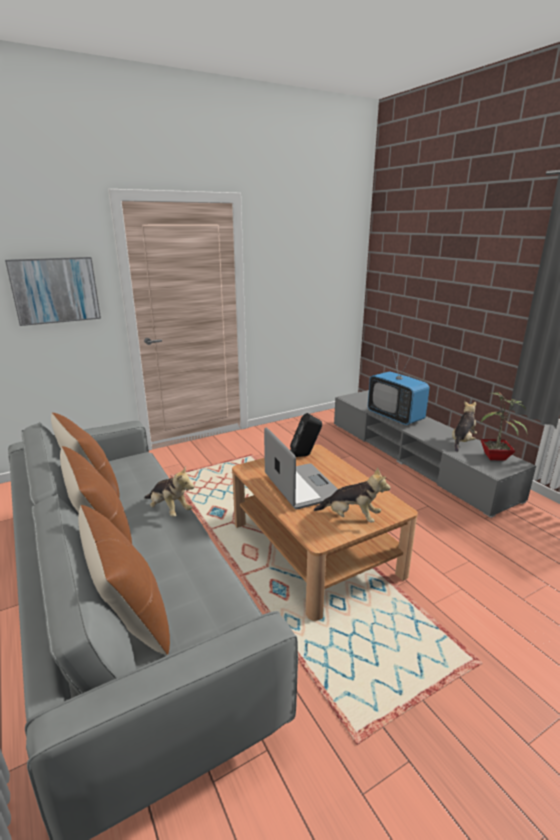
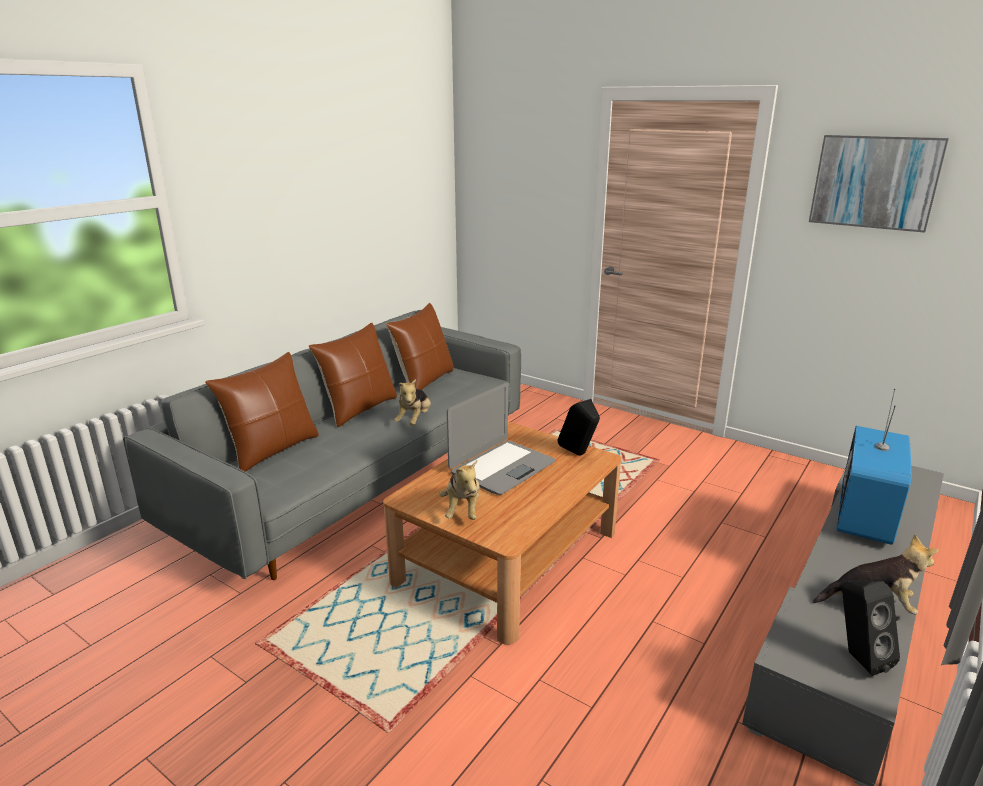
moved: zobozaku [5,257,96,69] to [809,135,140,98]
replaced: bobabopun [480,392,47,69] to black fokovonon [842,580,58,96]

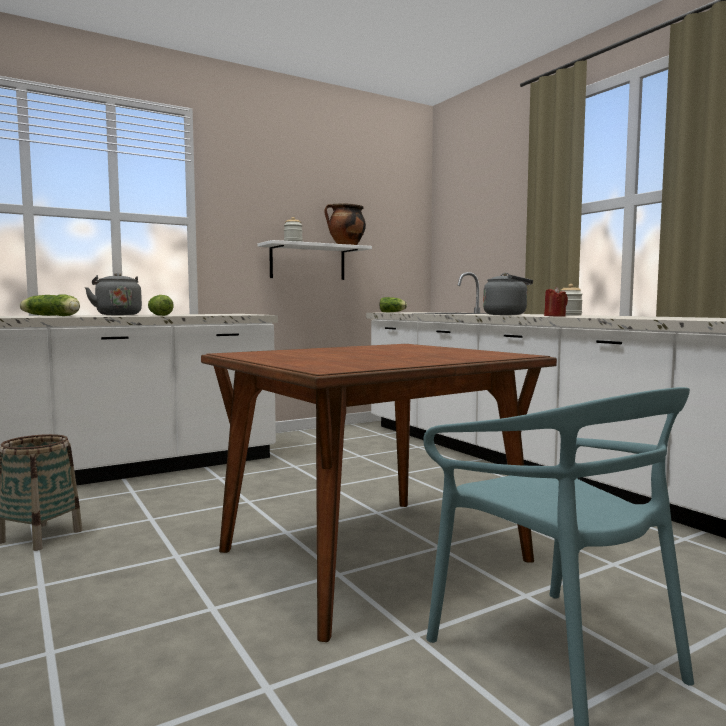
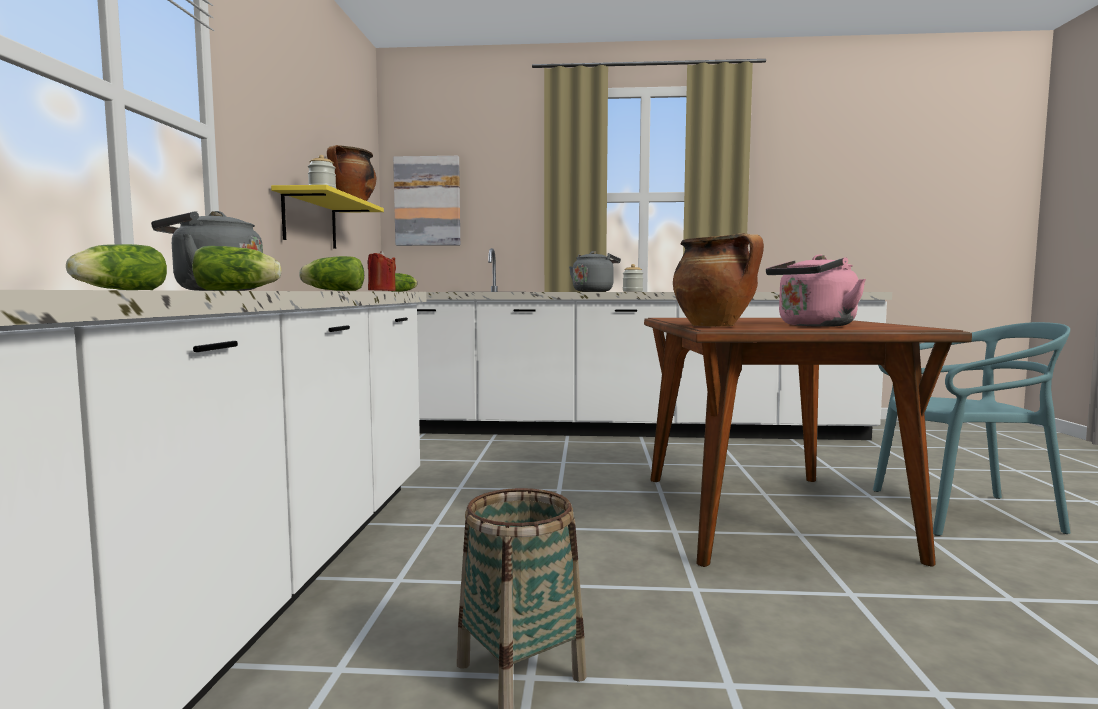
added: zobozaku [393,156,67,90]; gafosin [673,233,91,94]; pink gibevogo [766,254,100,73]
moved: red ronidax [544,287,24,30] to [367,251,29,40]
recoloured: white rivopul [258,240,114,40] to yellow rivopul [271,185,113,64]

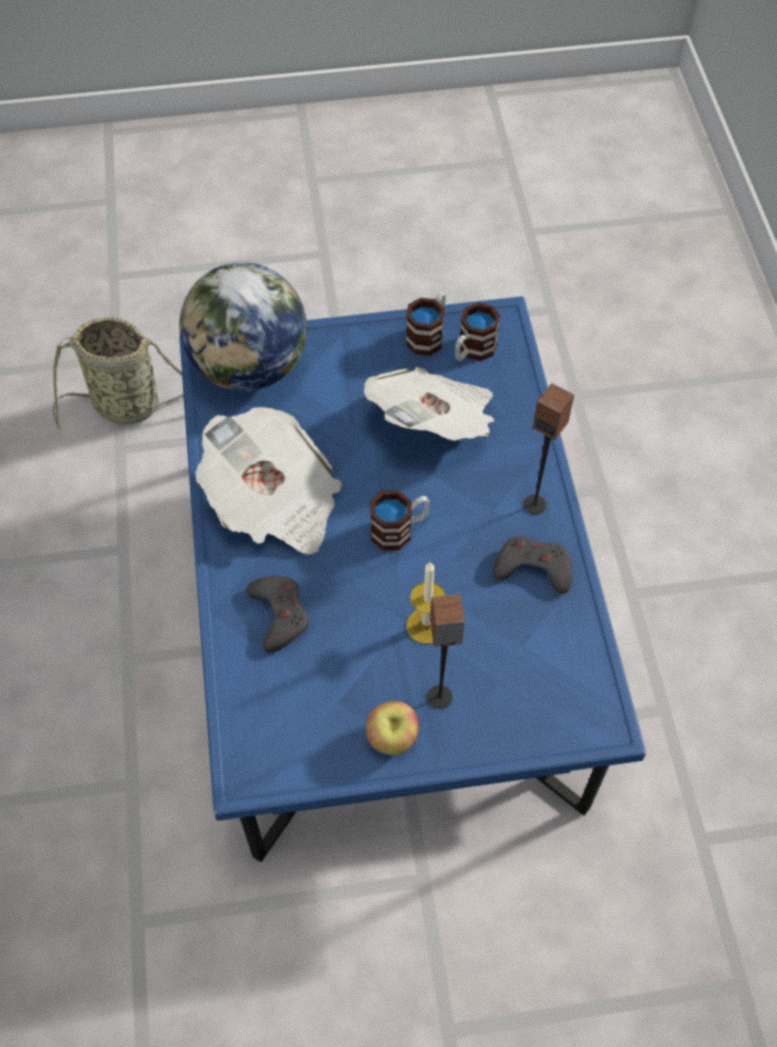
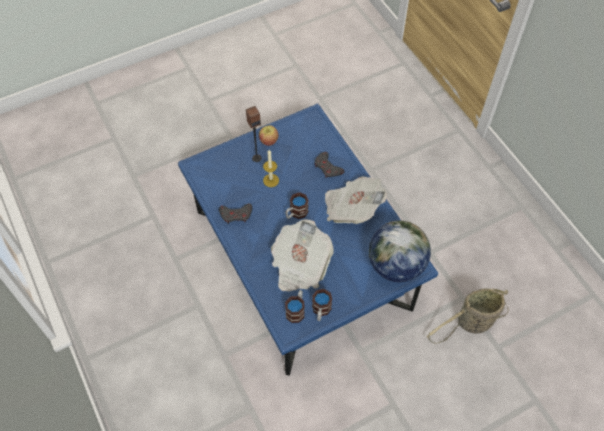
removed: fokovonon [524,383,50,131]

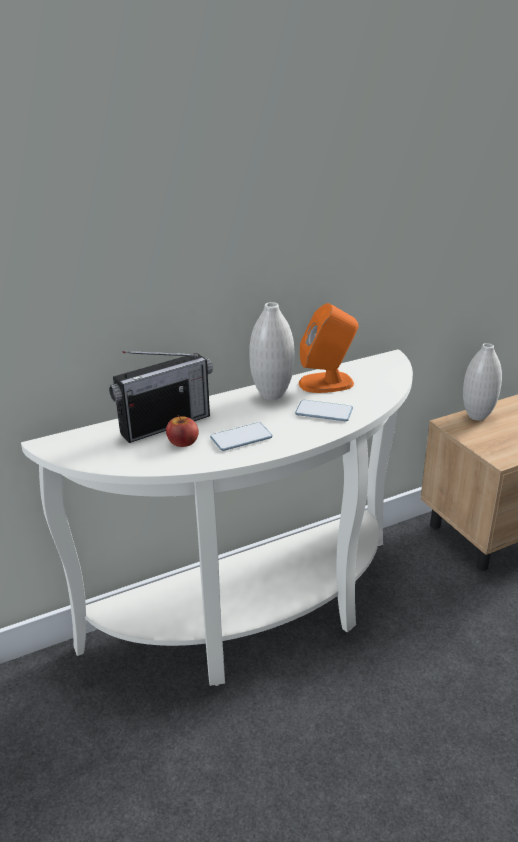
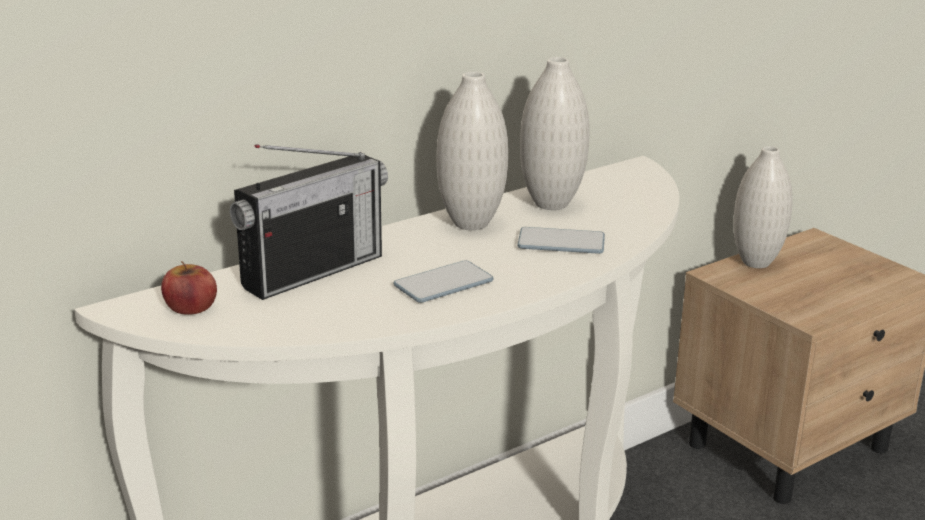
moved: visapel [166,416,33,31] to [161,261,56,54]
replaced: orange fokovonon [299,303,59,90] to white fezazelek [520,57,69,153]

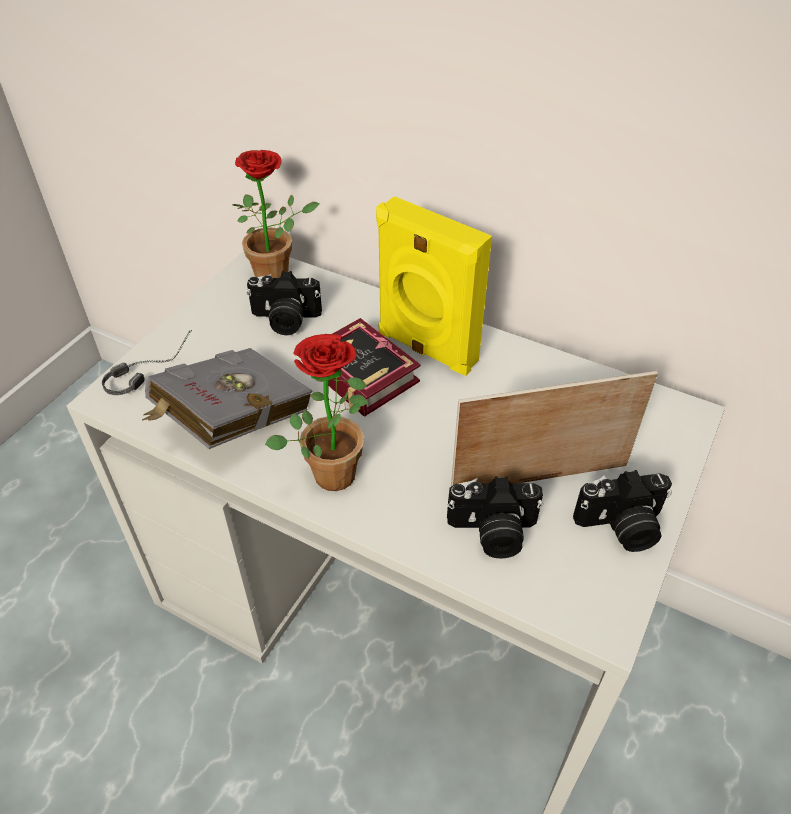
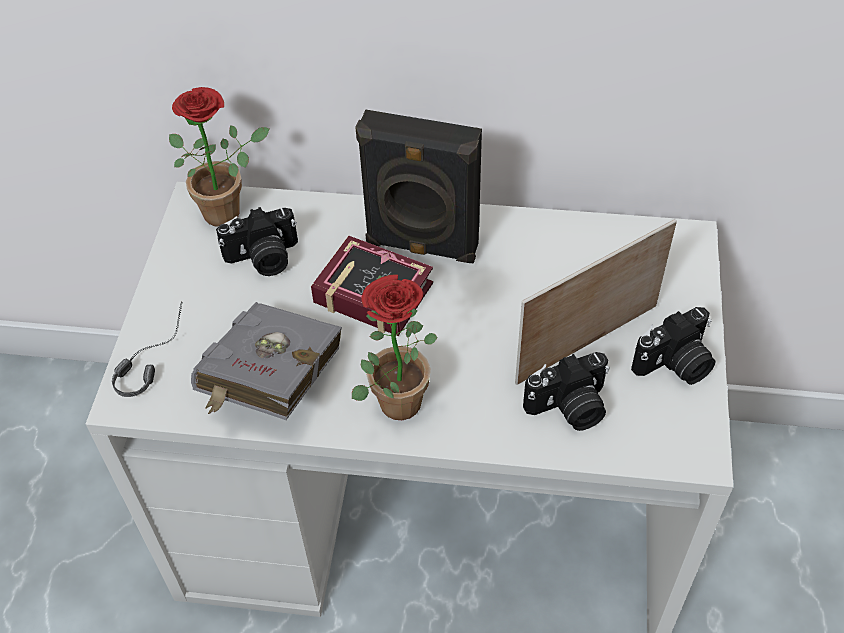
recoloured: yellow fokovonon [376,196,116,180] to black fokovonon [355,110,127,154]

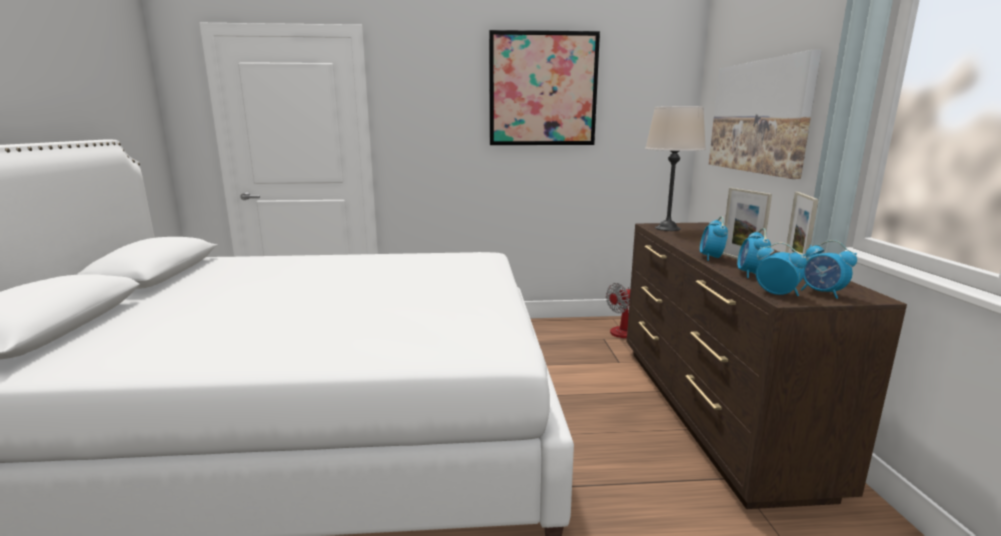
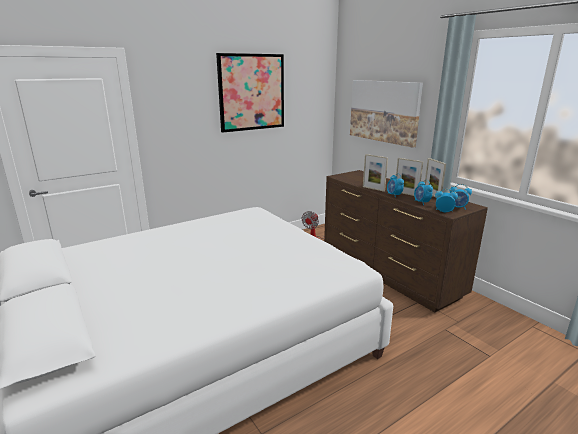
removed: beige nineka [645,106,61,125]
added: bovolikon [363,154,25,38]

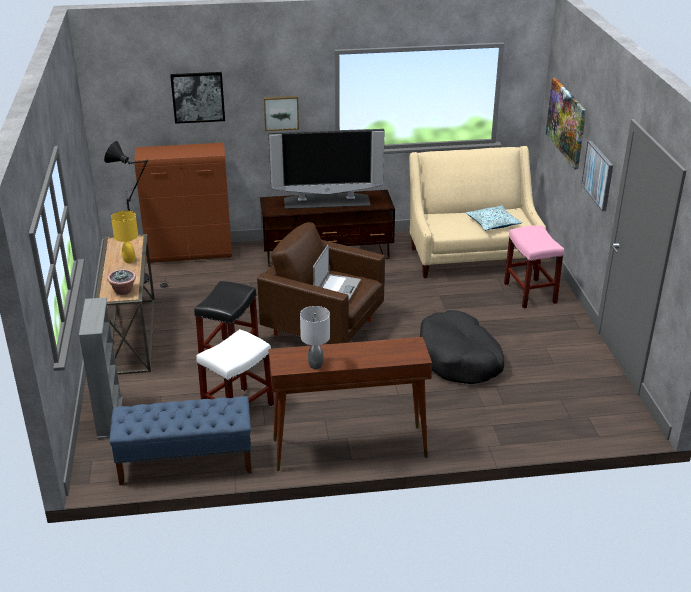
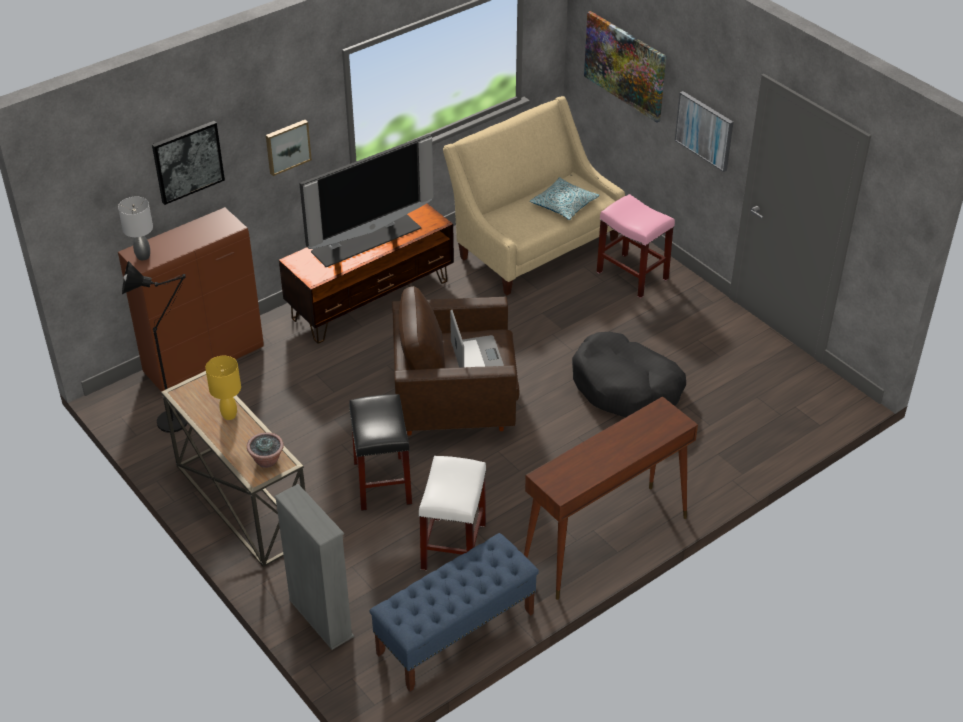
moved: grey nineka [300,306,30,63] to [118,197,35,63]

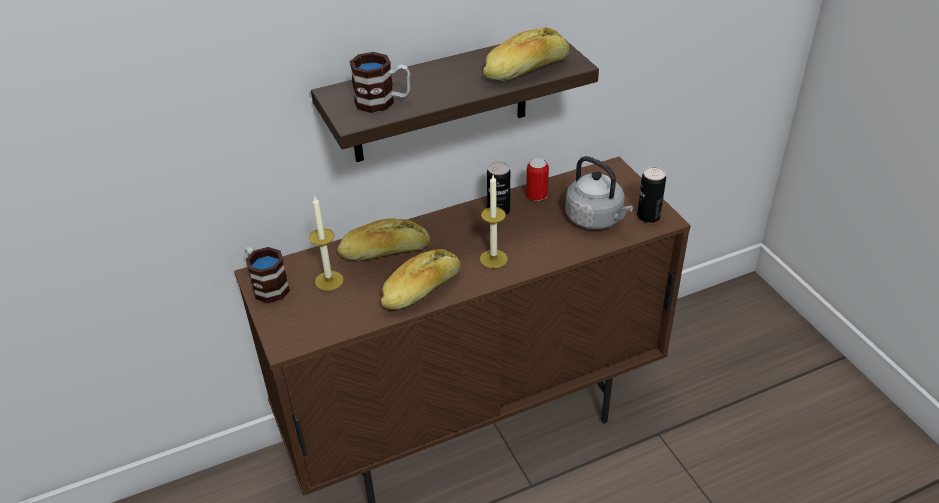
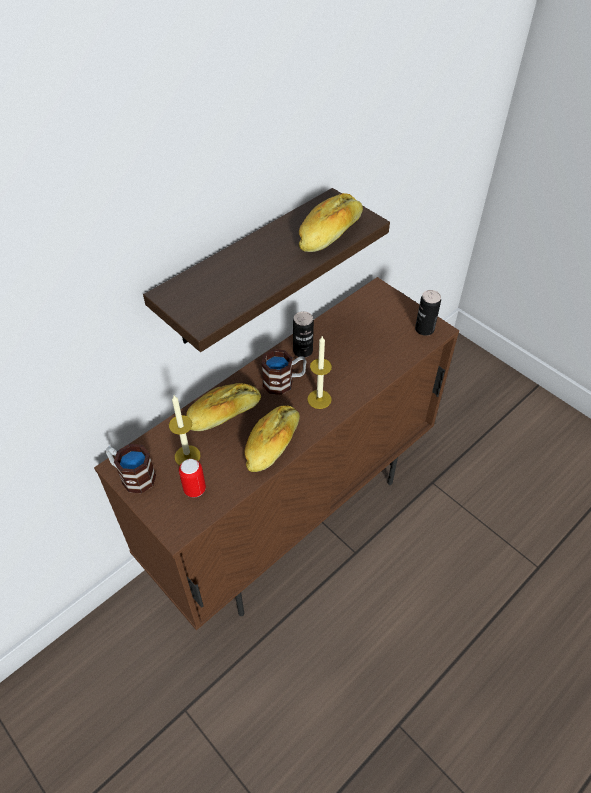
removed: grey gibevogo [565,156,68,73]
moved: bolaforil [349,52,61,61] to [261,349,45,46]; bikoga [526,158,23,43] to [179,459,27,39]

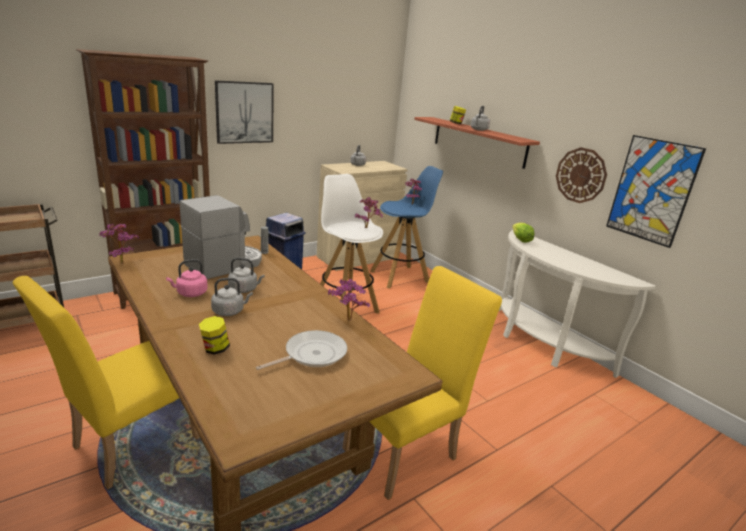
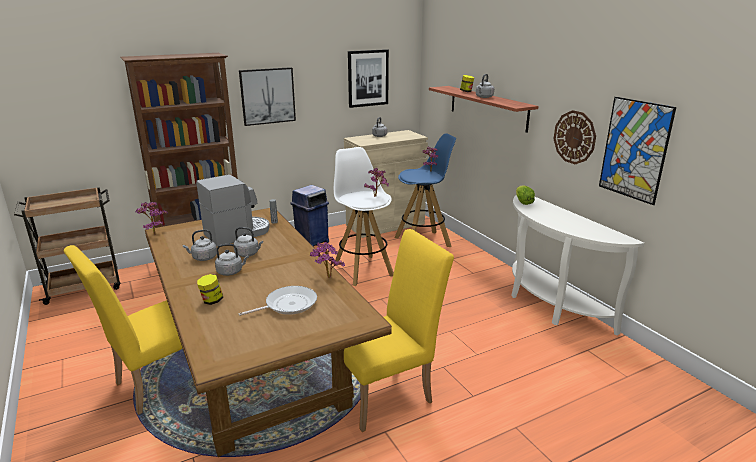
added: zobozaku [348,49,41,59]
recoloured: pink gibevogo [166,259,42,38] to grey gibevogo [183,229,34,32]

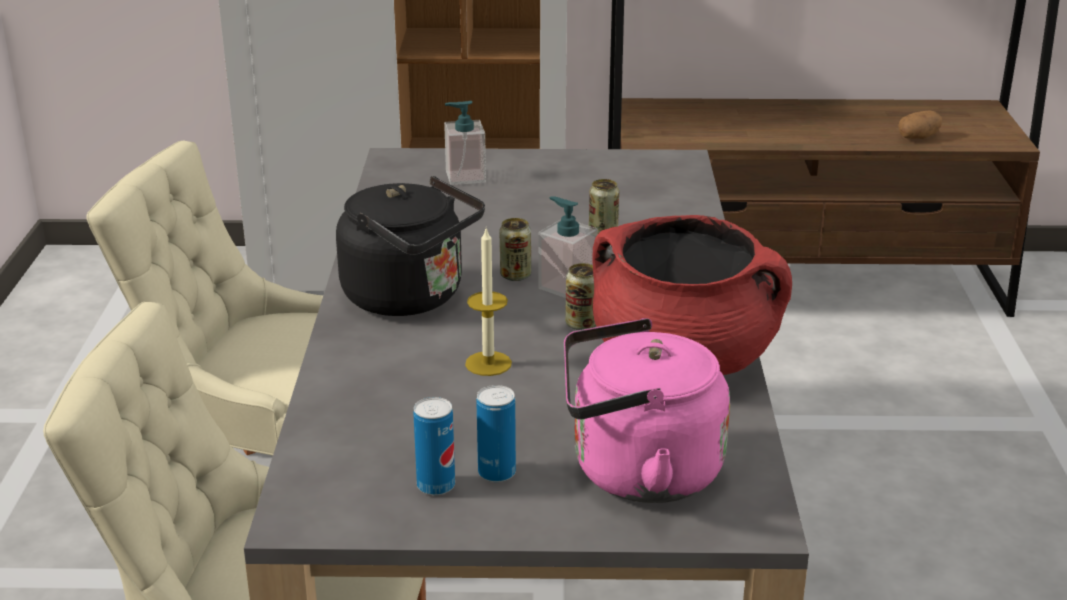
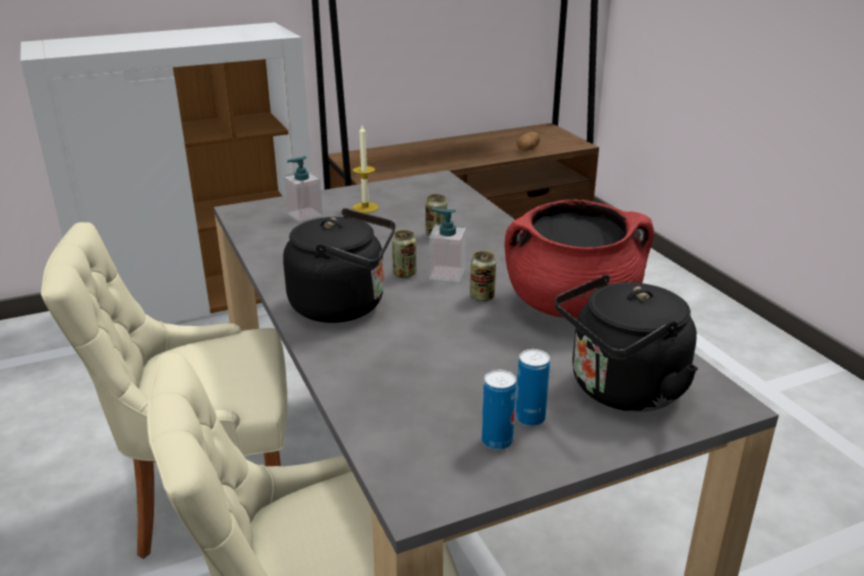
moved: ronidax [465,229,47,147] to [352,126,27,87]
recoloured: pink gibevogo [564,318,166,185] to black gibevogo [555,274,143,138]

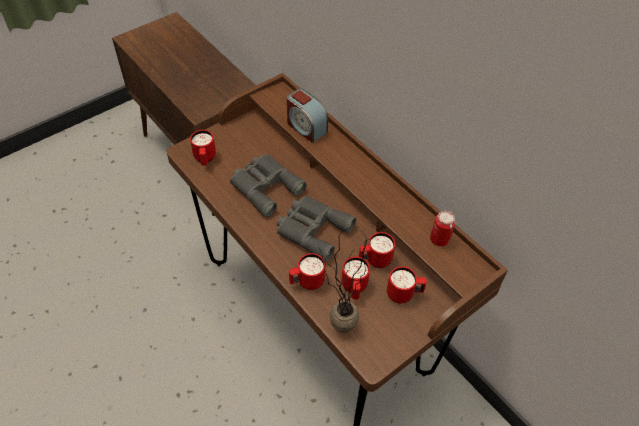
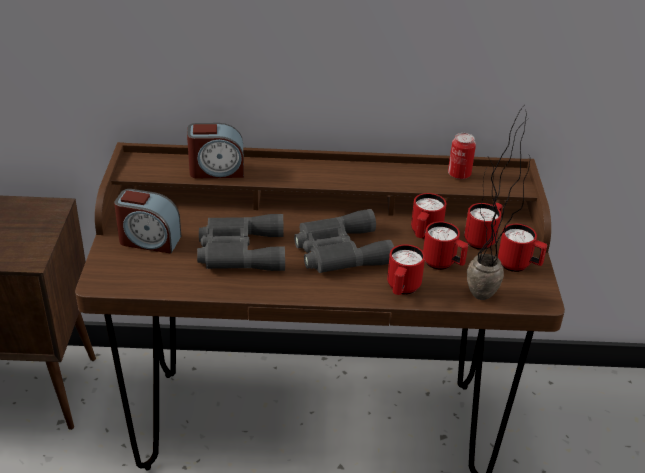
added: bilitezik [114,189,67,65]
moved: red bolaforil [190,130,26,35] to [498,224,49,48]

